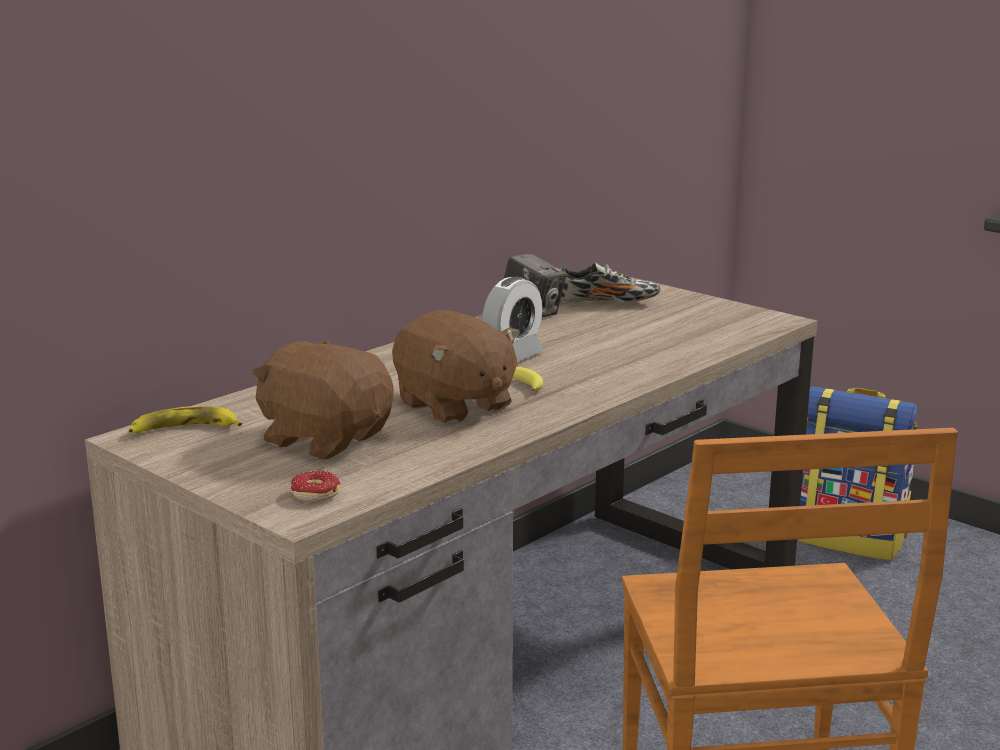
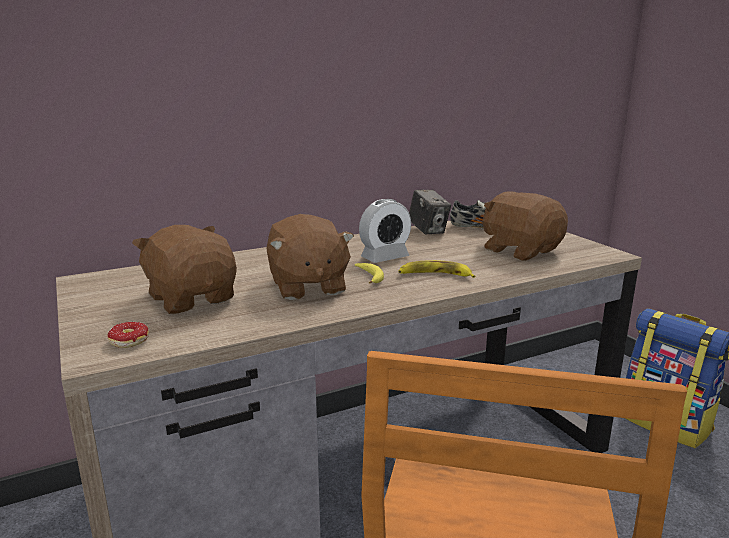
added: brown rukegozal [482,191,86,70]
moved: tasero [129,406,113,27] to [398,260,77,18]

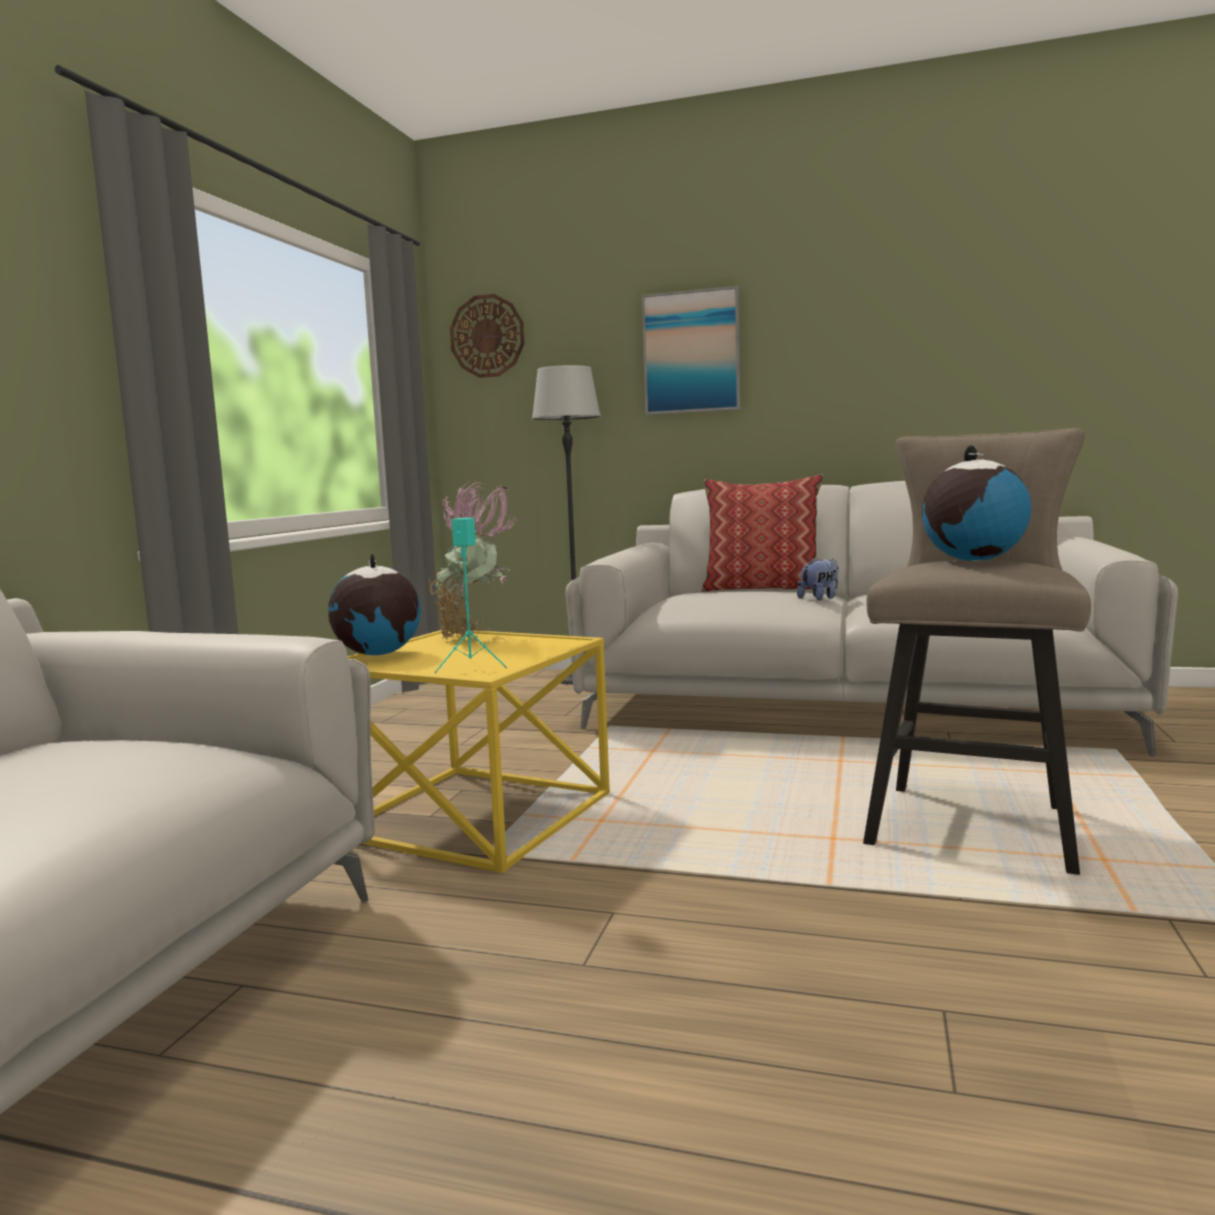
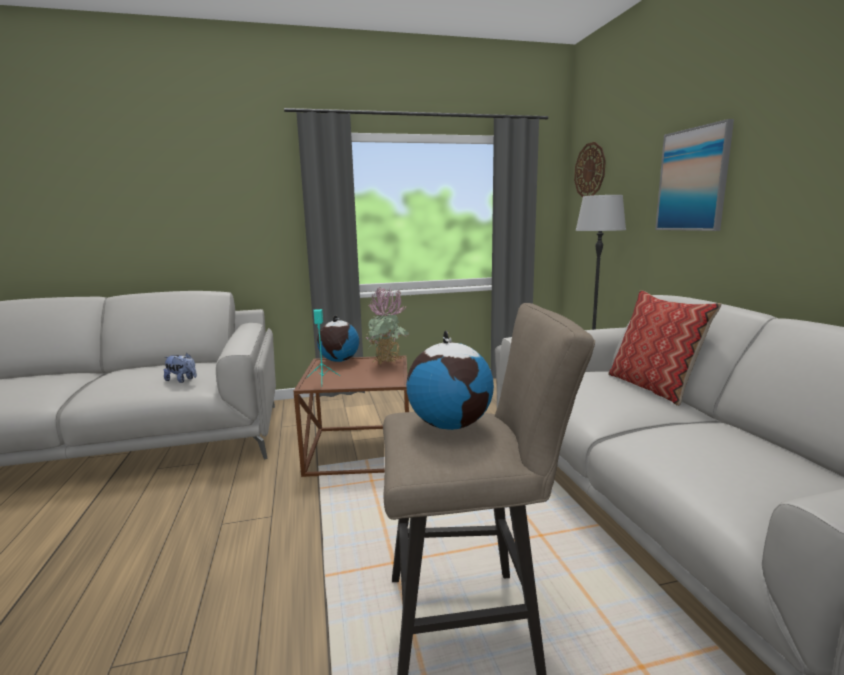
moved: rukegozal [797,557,42,43] to [164,353,33,30]
recoloured: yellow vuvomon [348,629,262,244] to brown vuvomon [294,356,115,121]

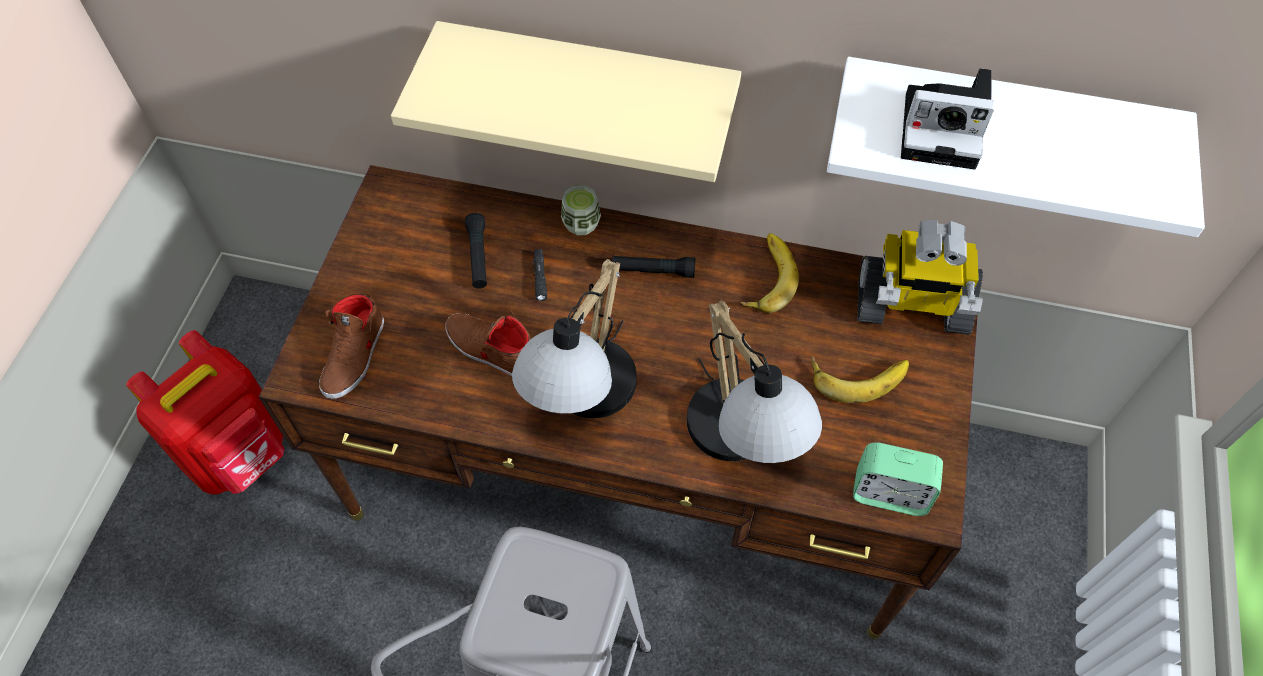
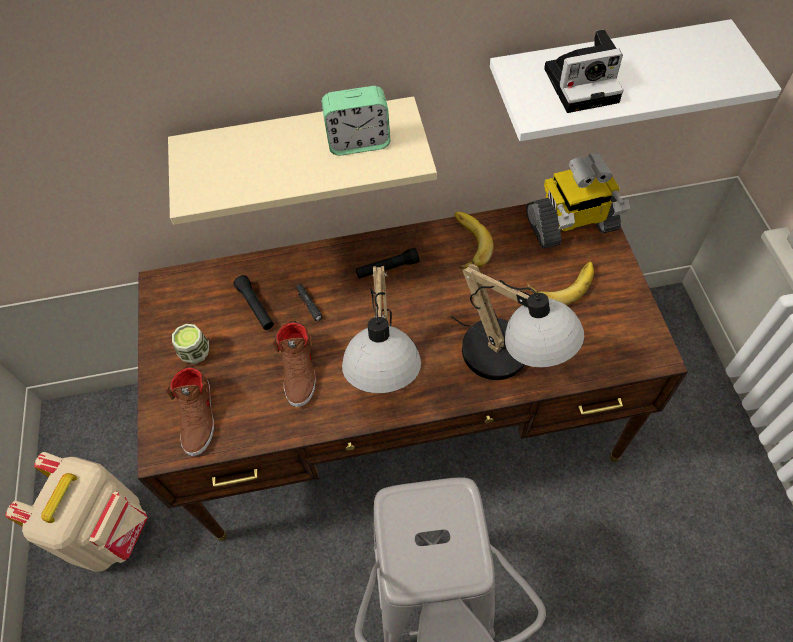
moved: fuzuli [561,185,40,50] to [172,324,37,40]; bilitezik [853,442,90,74] to [322,86,68,70]
recoloured: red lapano [126,330,158,165] to beige lapano [5,452,143,120]
turned: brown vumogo [445,311,85,65] = [273,321,43,86] 105 degrees counterclockwise

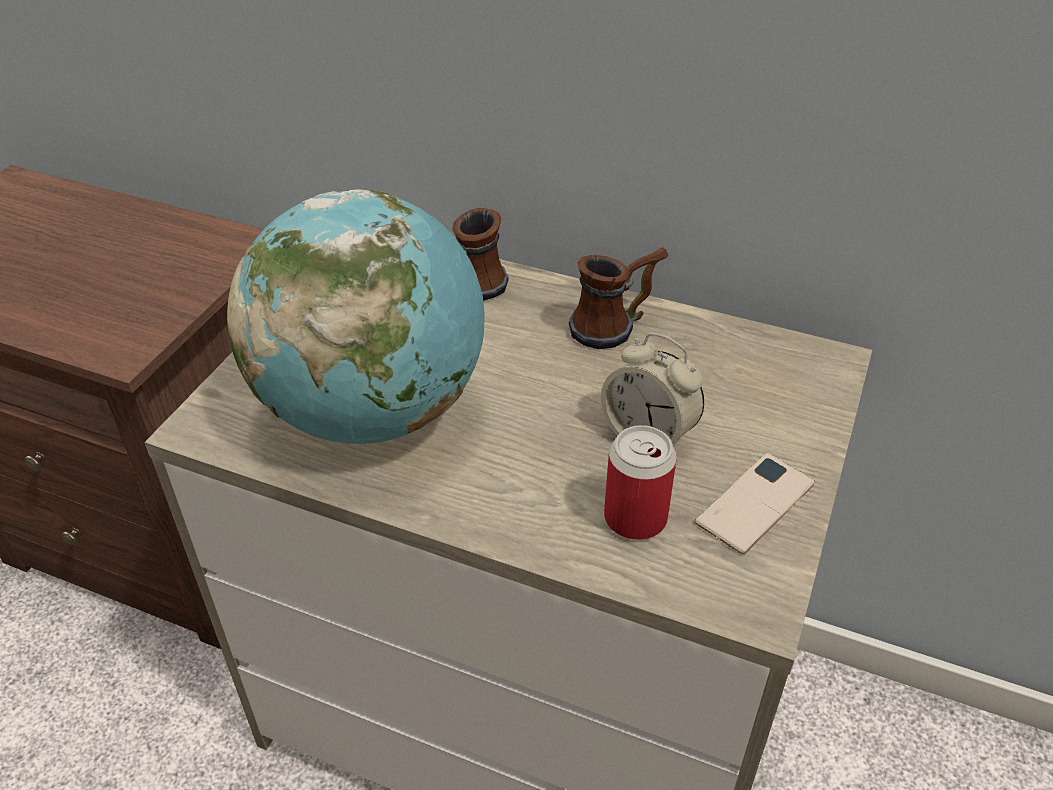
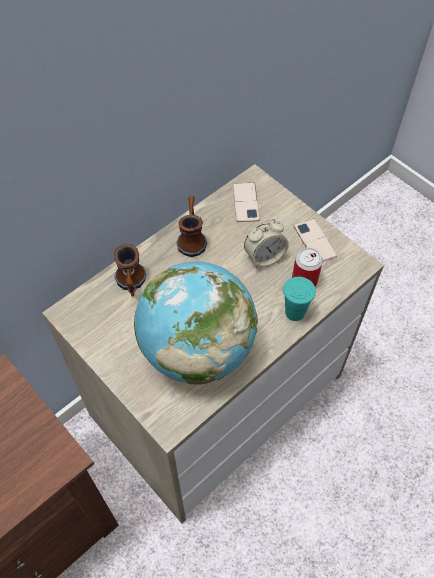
added: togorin [233,183,27,39]; turquoise fuzuli [283,277,33,44]

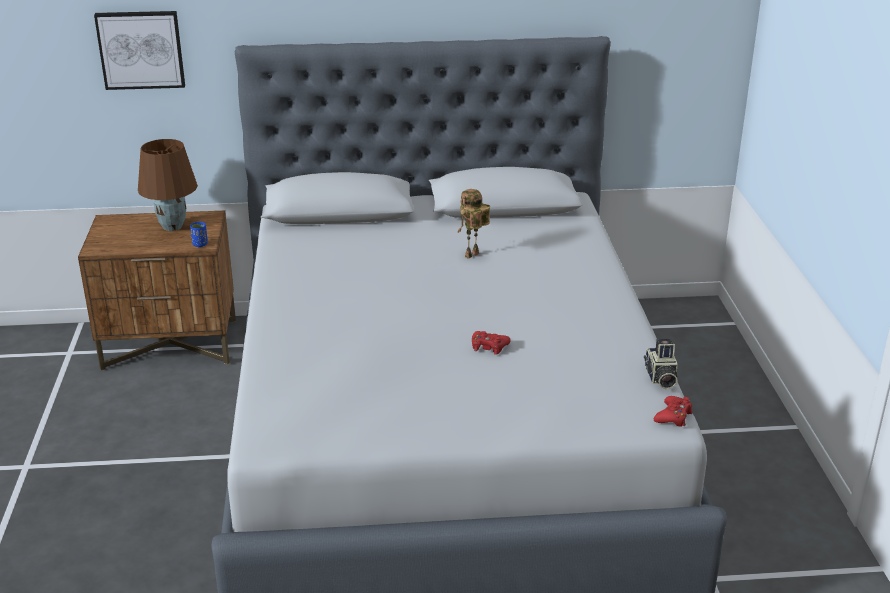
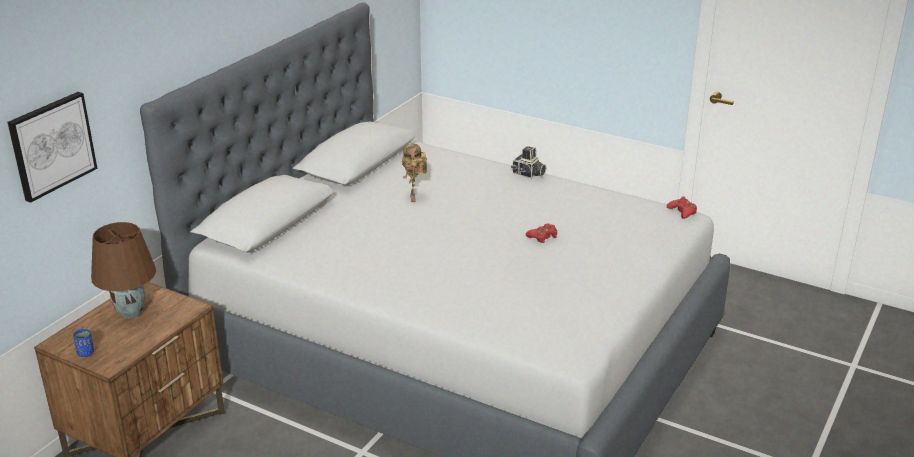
moved: blue fuzuli [190,222,18,25] to [73,329,21,28]; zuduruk [644,339,34,50] to [511,146,35,32]

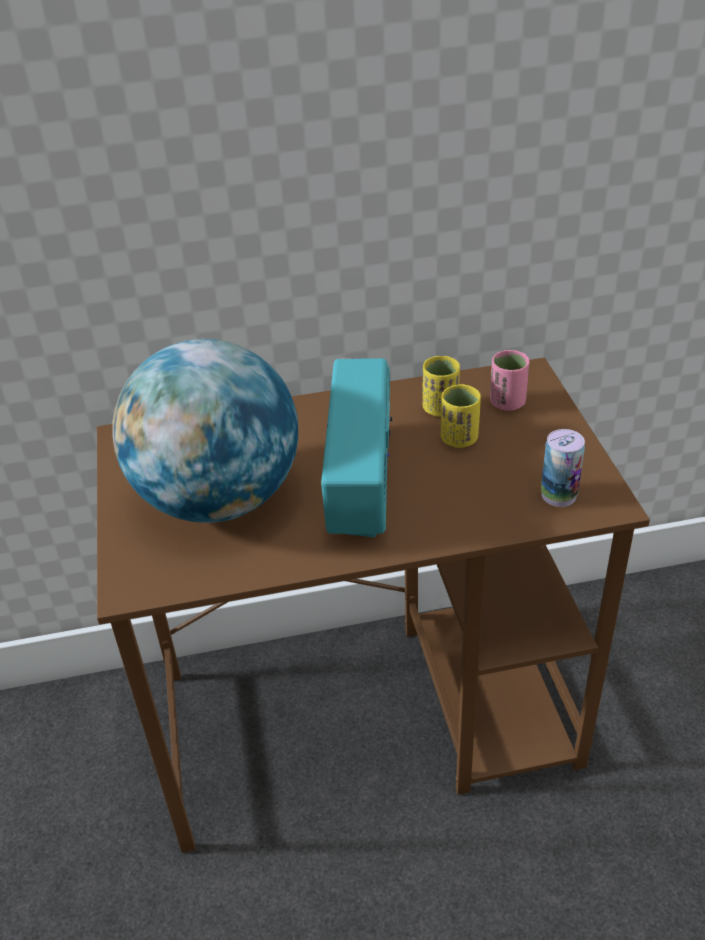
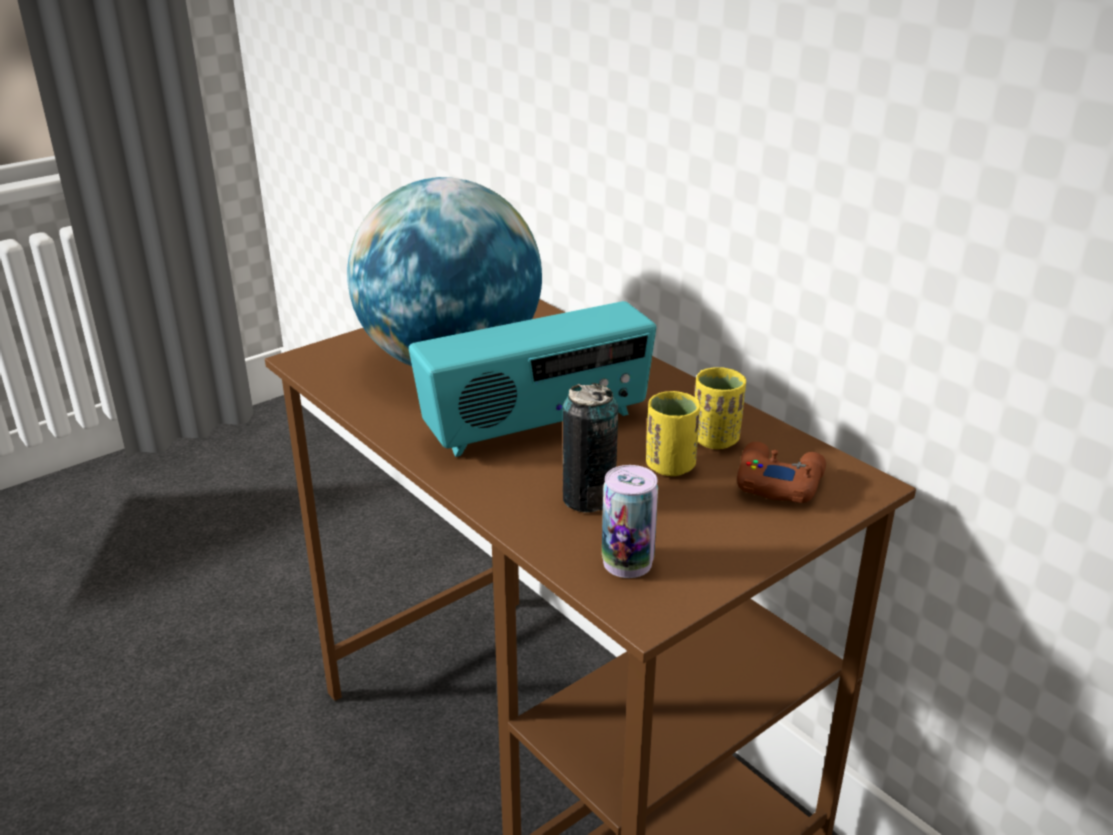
added: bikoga [563,383,55,130]
replaced: pink fuzuli [490,350,39,61] to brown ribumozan [737,442,89,61]

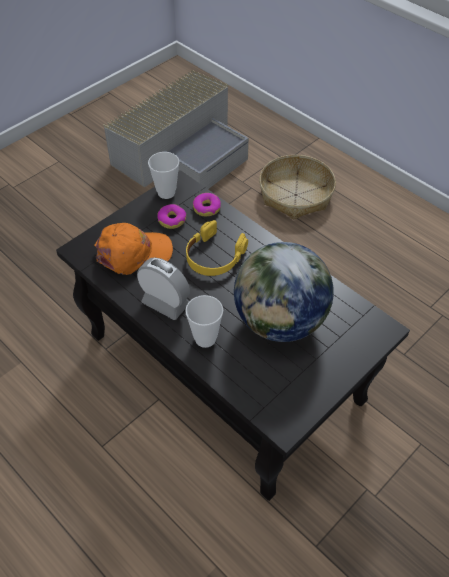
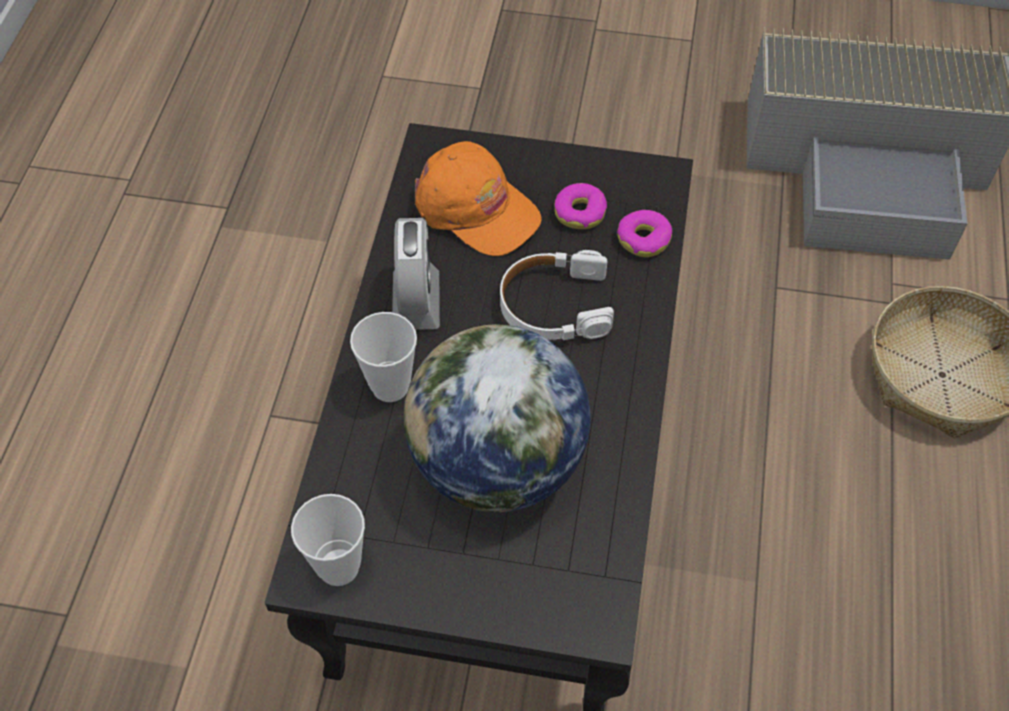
moved: fuzuli [148,152,31,47] to [291,494,74,92]
recoloured: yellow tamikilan [186,220,62,56] to white tamikilan [500,250,114,90]

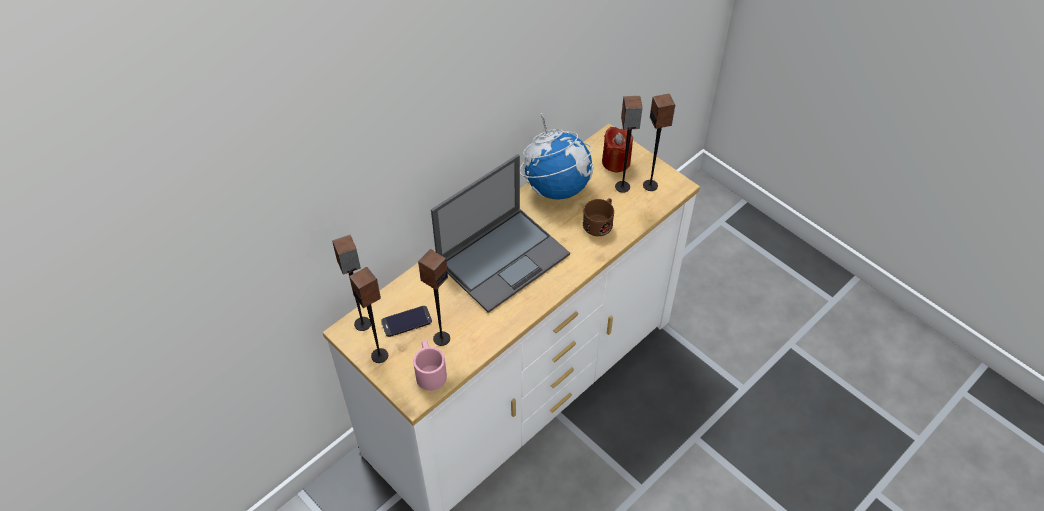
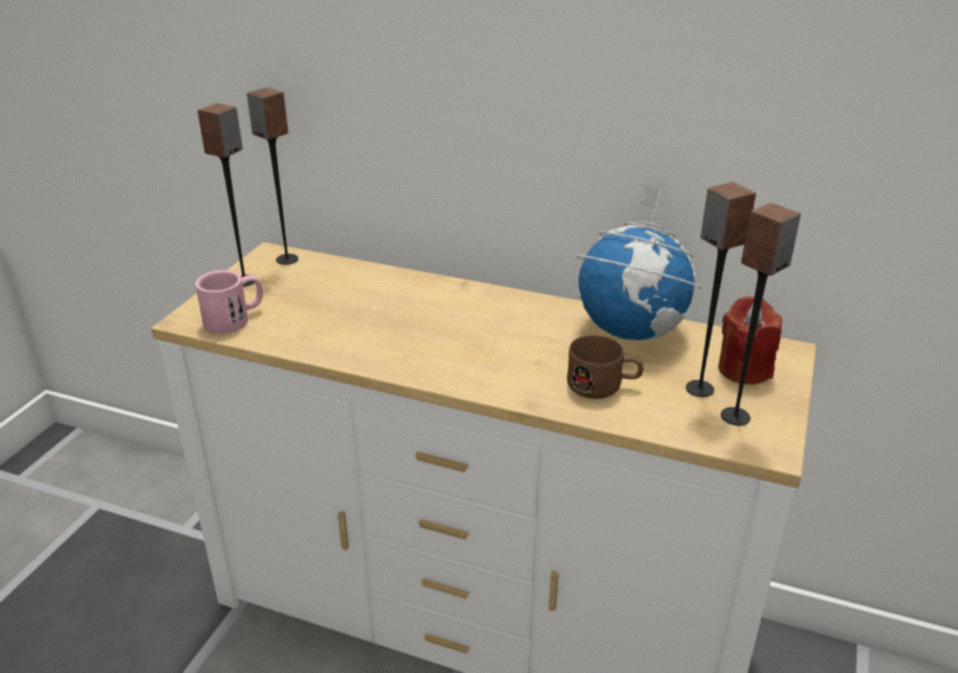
removed: togorin [381,306,51,31]; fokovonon [418,249,32,97]; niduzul [431,154,139,159]

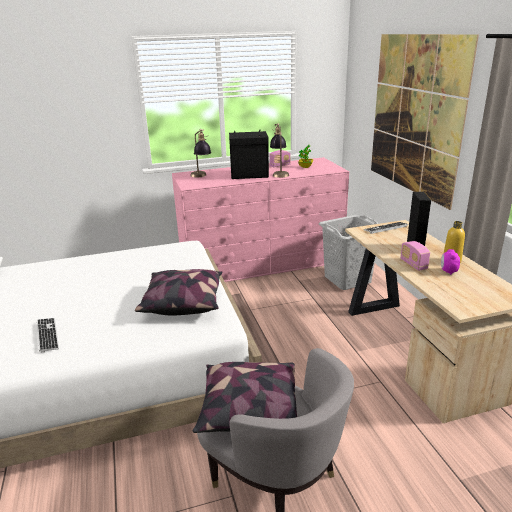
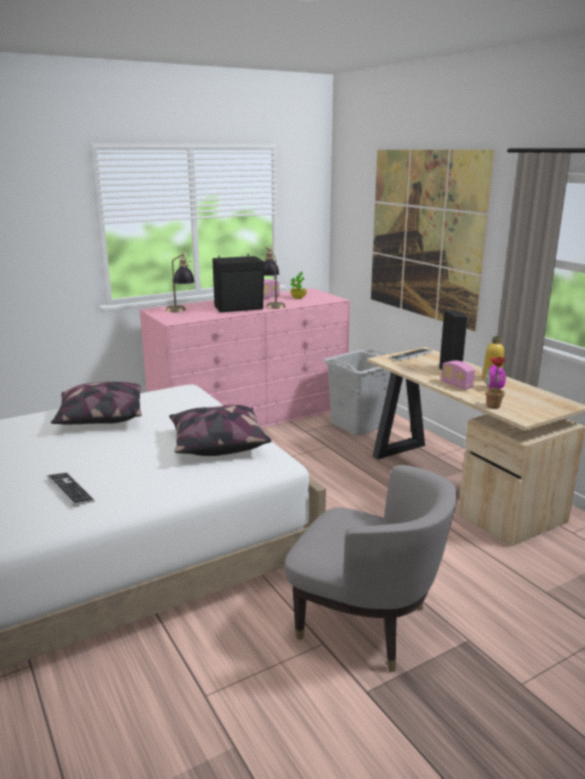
added: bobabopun [485,357,26,52]
moved: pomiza [193,362,104,71] to [51,382,91,43]

